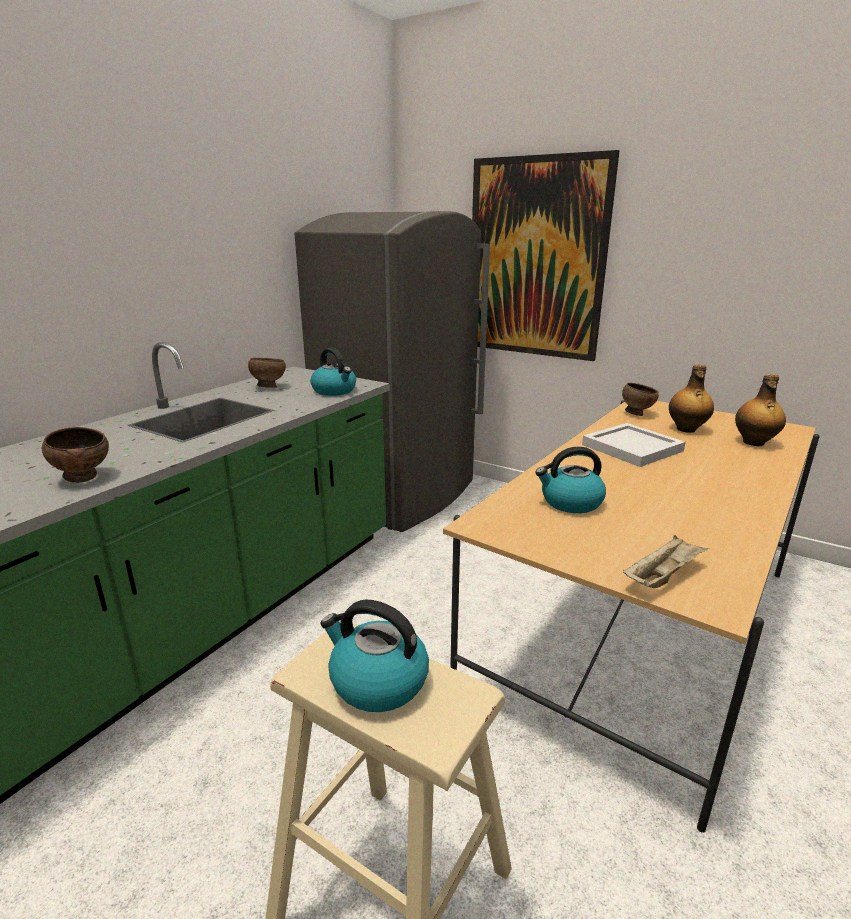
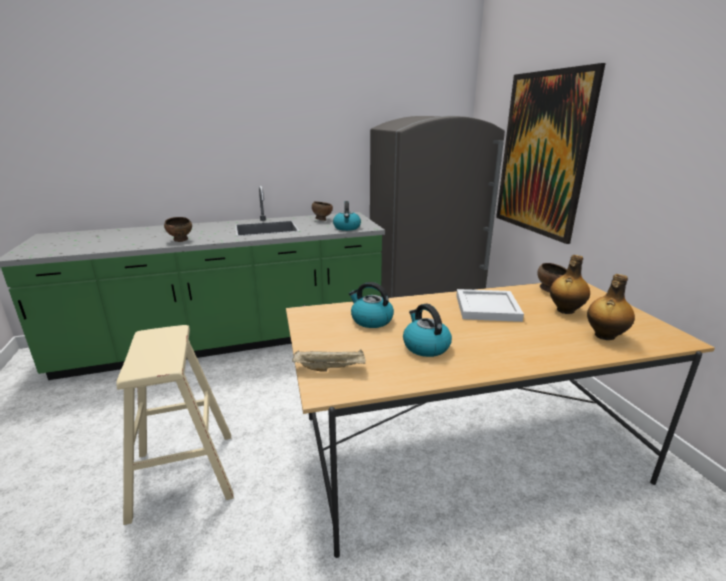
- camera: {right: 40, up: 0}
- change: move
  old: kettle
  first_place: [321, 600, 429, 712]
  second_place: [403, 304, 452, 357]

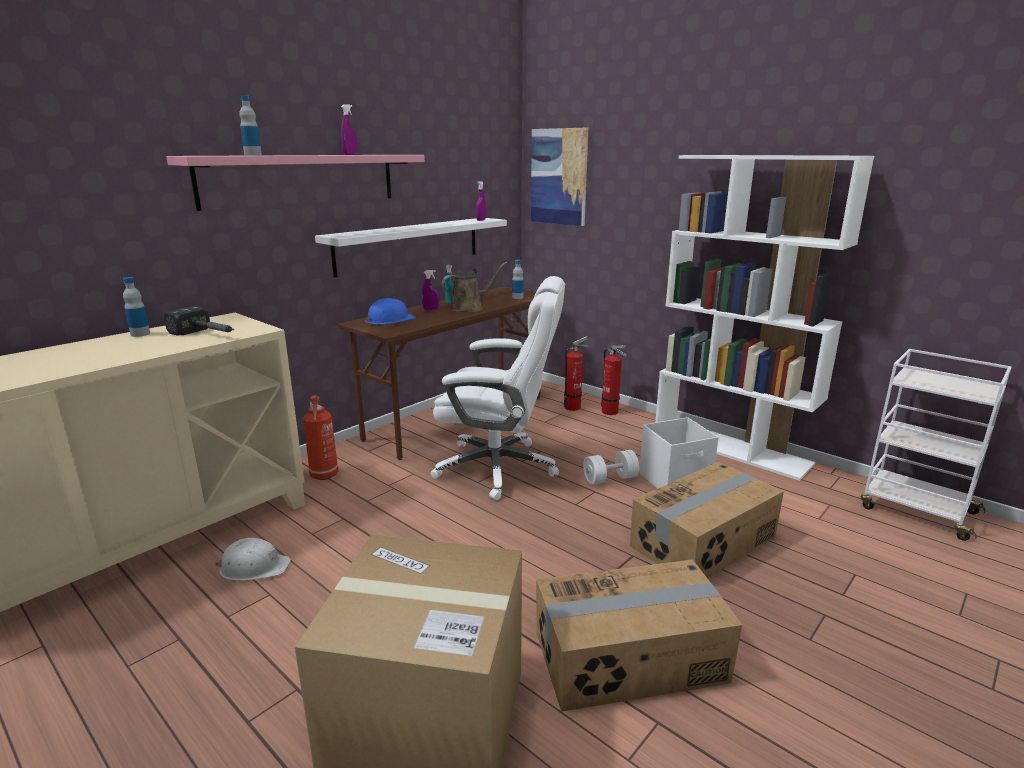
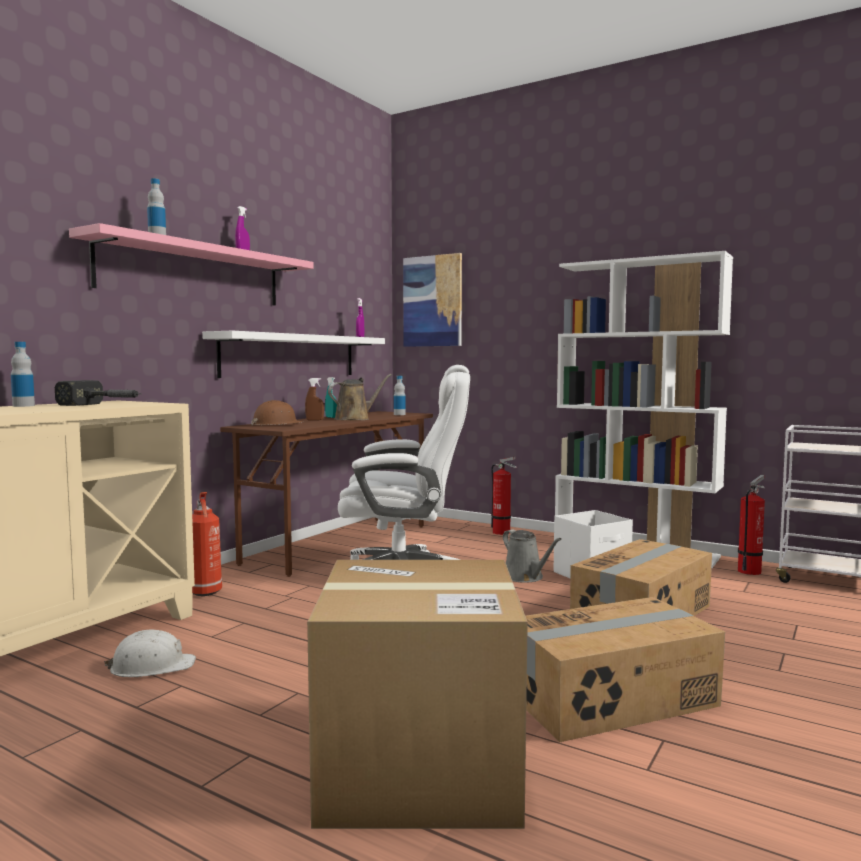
- camera: {right: -10, up: -15}
- change: recolor
  old: purple spray bottle
  new: brown spray bottle
  first_place: [422, 270, 439, 310]
  second_place: [305, 378, 324, 420]
- change: recolor
  old: blue hard hat
  new: brown hard hat
  first_place: [365, 298, 416, 324]
  second_place: [251, 400, 303, 425]
- change: move
  old: fire extinguisher
  first_place: [564, 336, 589, 411]
  second_place: [738, 475, 765, 575]
- change: replace
  old: white dumbbell
  new: grey watering can
  first_place: [583, 450, 639, 485]
  second_place: [503, 529, 562, 583]

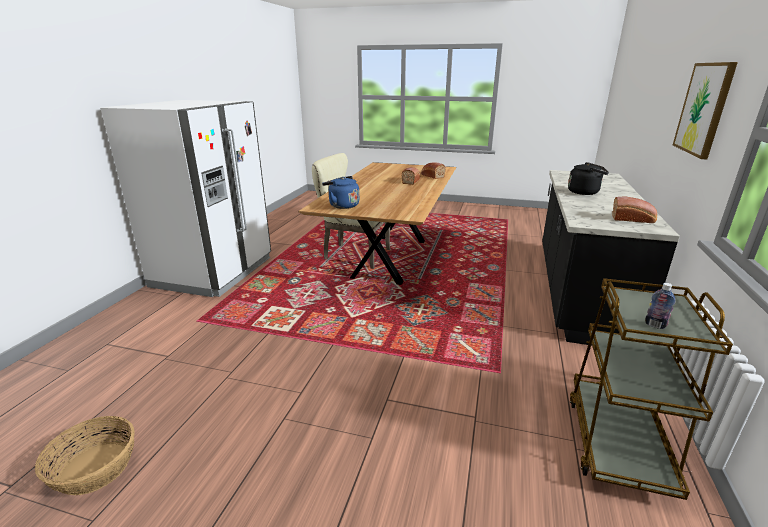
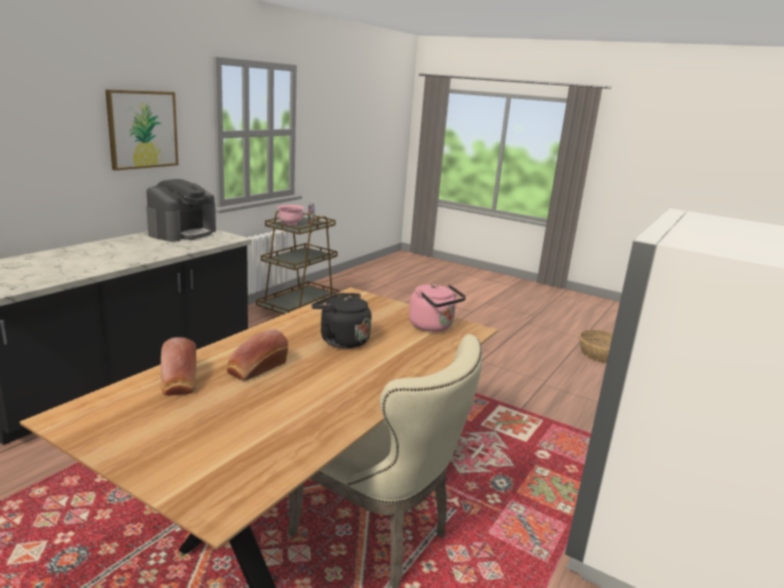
- camera: {right: -165, up: -5}
- change: move
  old: black kettle
  first_place: [568, 162, 609, 195]
  second_place: [312, 293, 372, 348]
- change: recolor
  old: blue kettle
  new: pink kettle
  first_place: [322, 176, 359, 209]
  second_place: [409, 284, 466, 332]
- change: replace
  old: bread
  new: coffee machine
  first_place: [612, 196, 657, 223]
  second_place: [146, 179, 216, 242]
- change: insert
  new: pink bowl
  second_place: [277, 204, 304, 225]

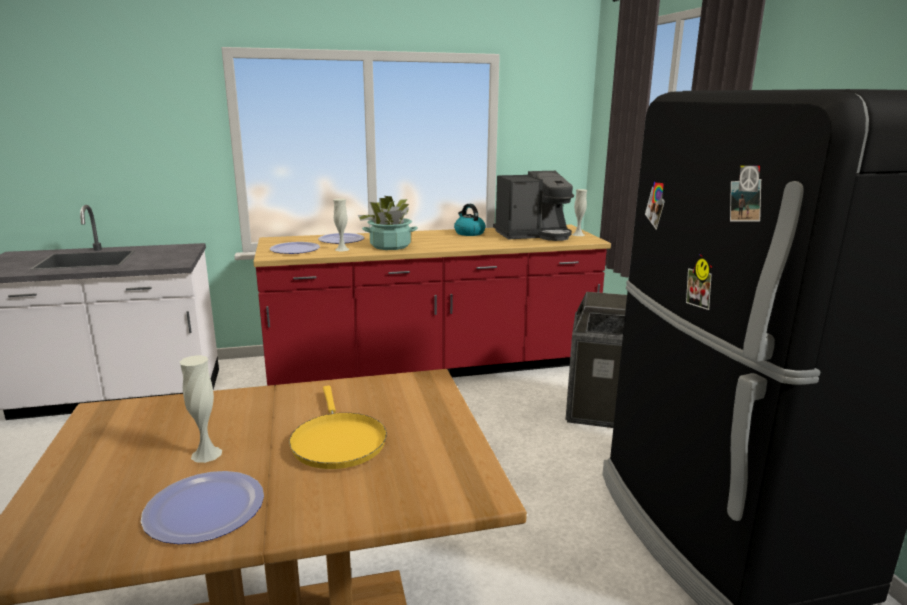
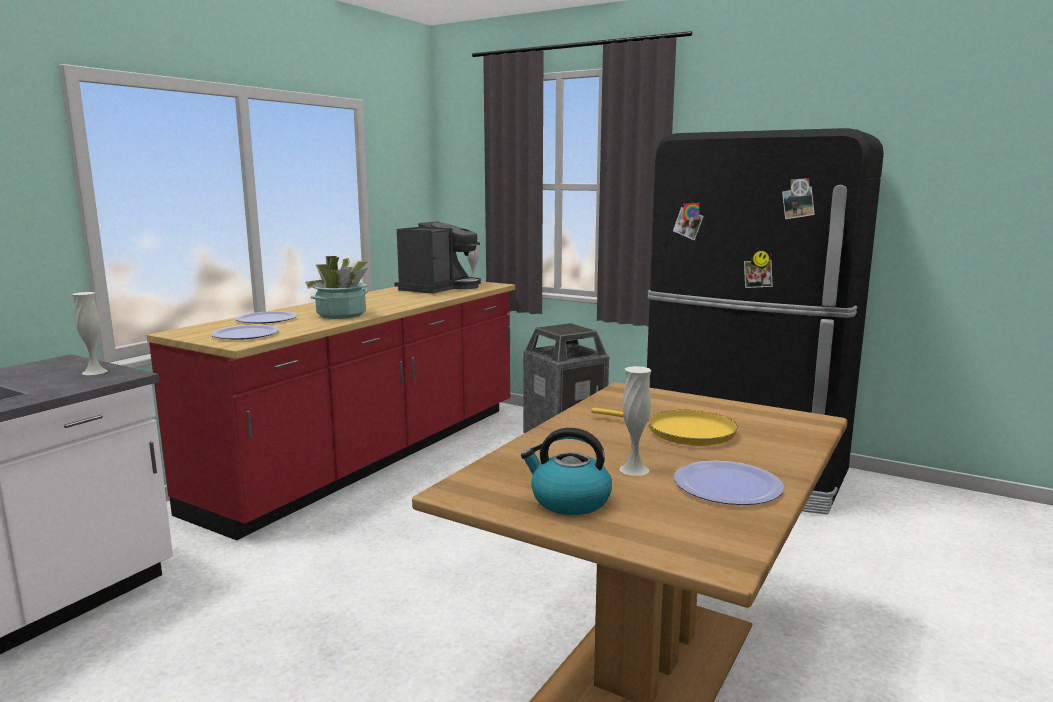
- camera: {right: -45, up: -5}
- change: move
  old: white vase
  first_place: [333, 198, 349, 251]
  second_place: [72, 292, 108, 375]
- change: move
  old: kettle
  first_place: [454, 204, 486, 236]
  second_place: [521, 428, 612, 515]

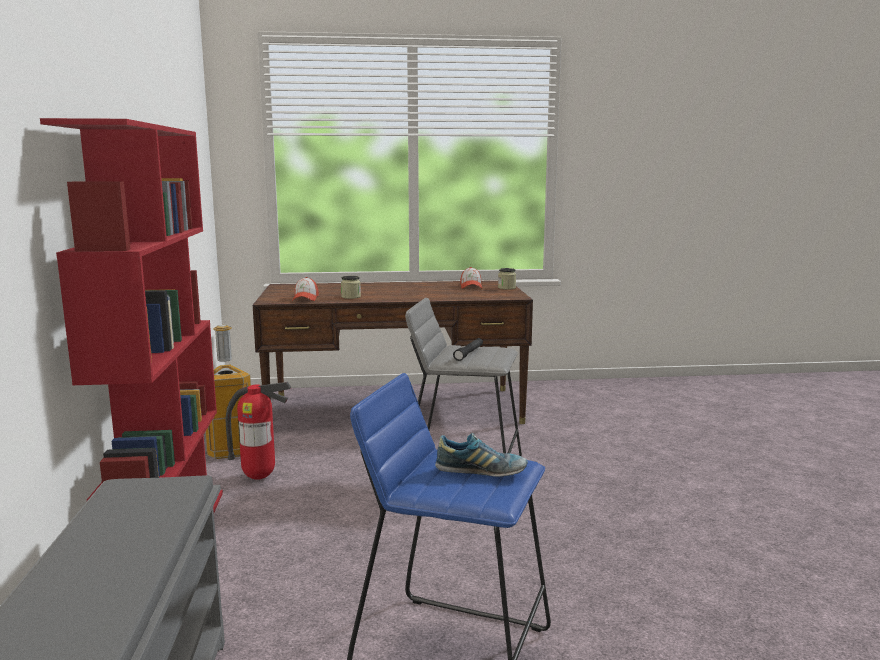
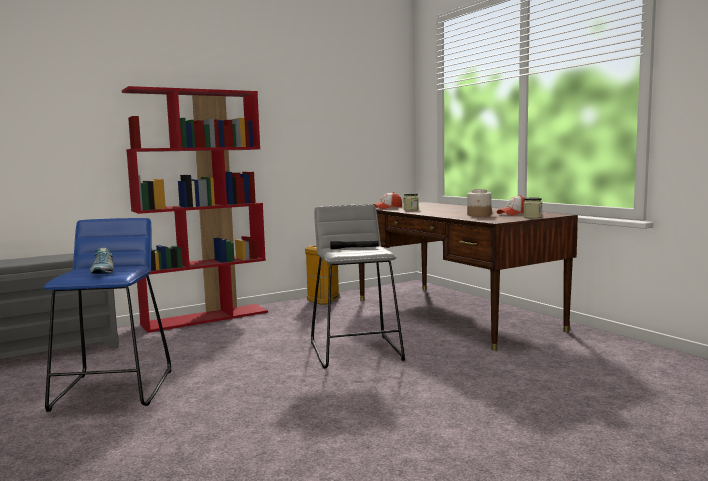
- camera: {right: 65, up: -5}
- change: delete
  old: fire extinguisher
  first_place: [226, 382, 291, 480]
- change: insert
  new: jar
  second_place: [467, 189, 491, 216]

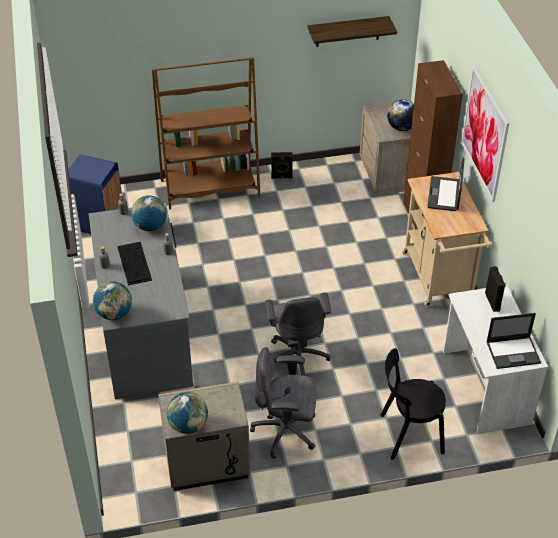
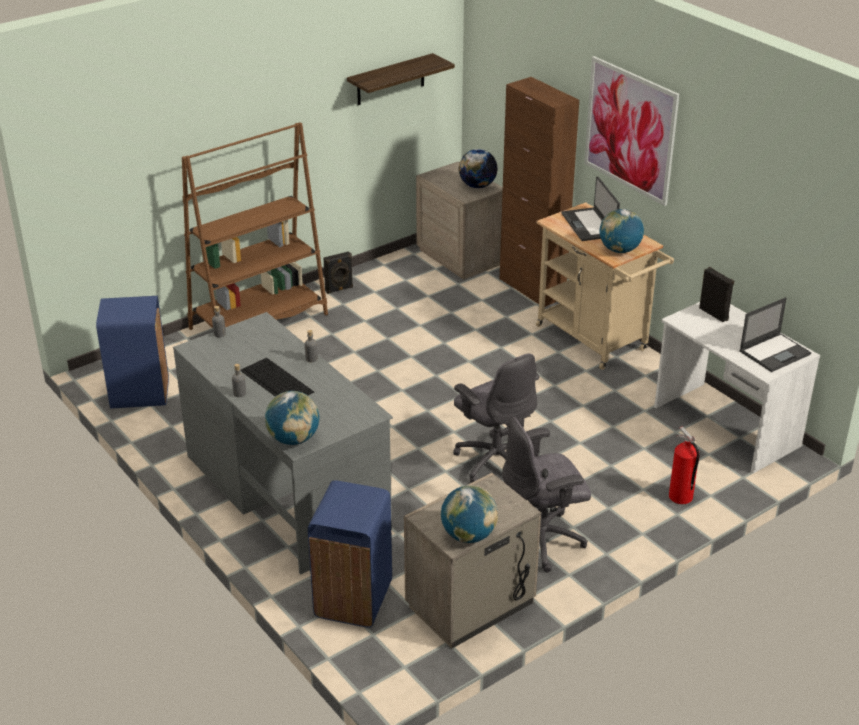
- camera: {right: -25, up: -10}
- change: move
  old: globe
  first_place: [131, 196, 167, 231]
  second_place: [600, 209, 644, 253]
- change: replace
  old: black chair
  new: fire extinguisher
  first_place: [381, 348, 446, 460]
  second_place: [669, 426, 700, 504]
- change: insert
  new: blue trash can
  second_place: [308, 481, 392, 628]

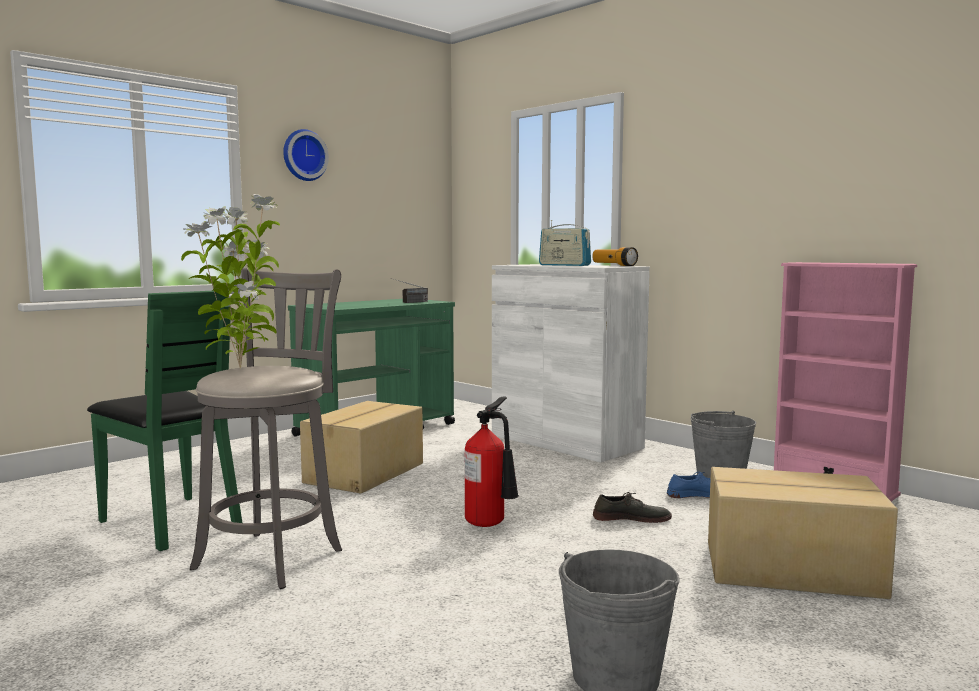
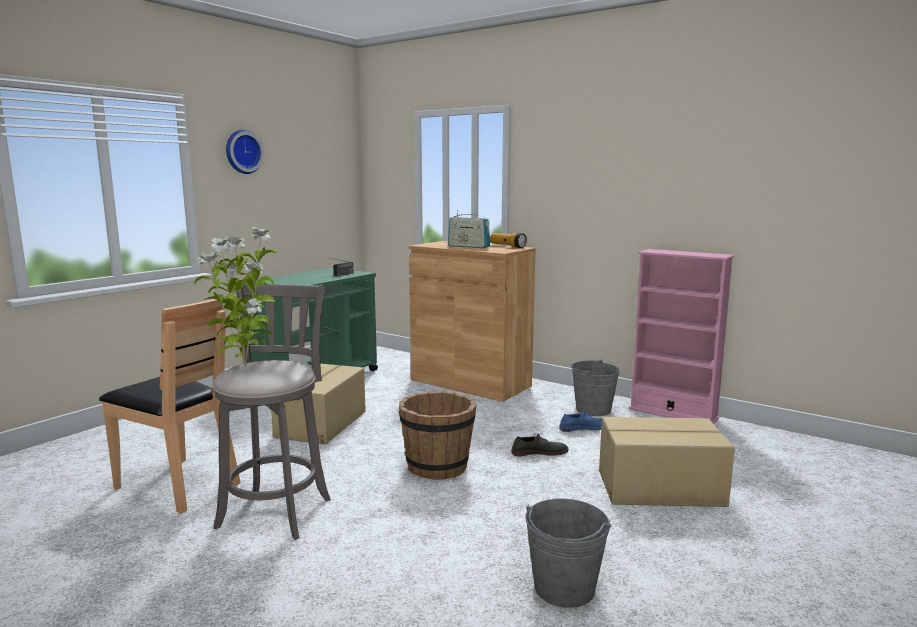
- camera: {right: -10, up: 5}
- change: recolor
  old: white cabinet
  new: brown cabinet
  first_place: [492, 264, 650, 462]
  second_place: [409, 241, 536, 402]
- change: recolor
  old: green chair
  new: brown chair
  first_place: [87, 291, 242, 551]
  second_place: [99, 299, 241, 513]
- change: replace
  old: fire extinguisher
  new: brown bucket
  first_place: [465, 396, 519, 527]
  second_place: [399, 391, 477, 479]

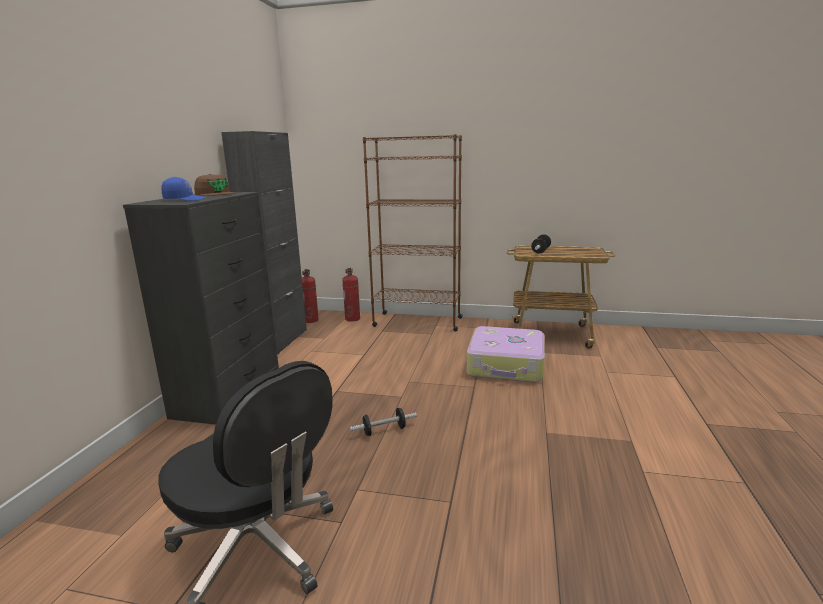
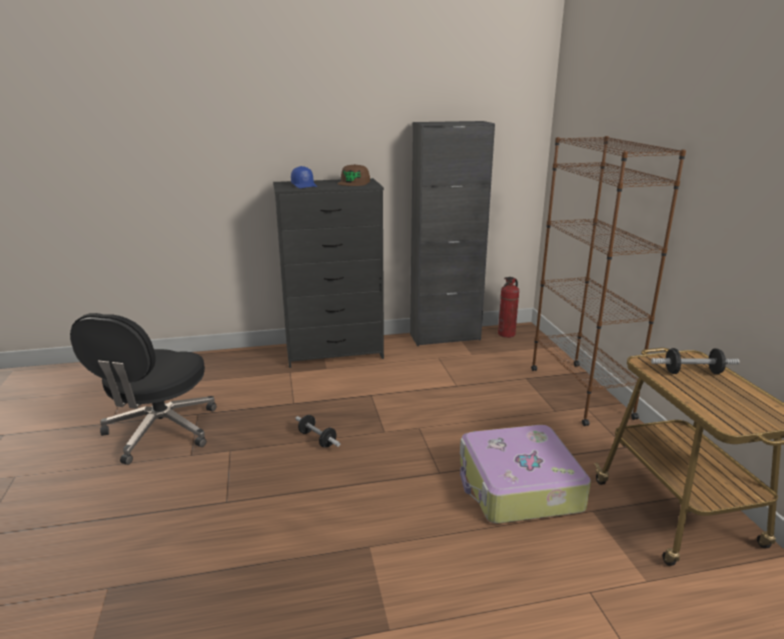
- camera: {right: 65, up: 5}
- change: delete
  old: fire extinguisher
  first_place: [342, 268, 360, 322]

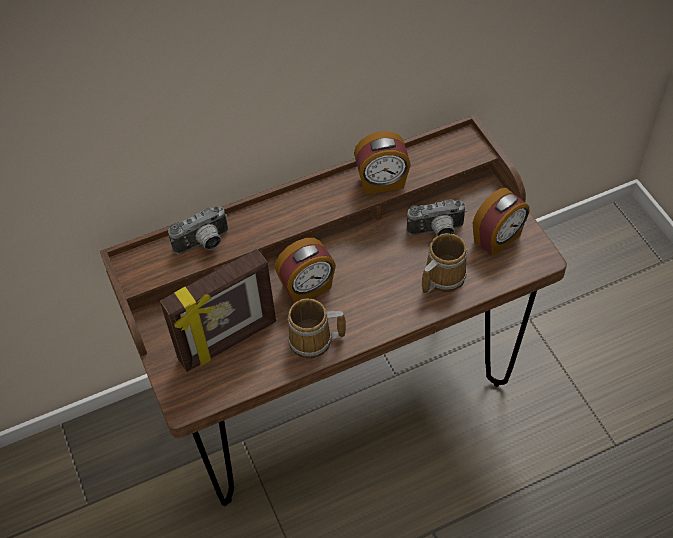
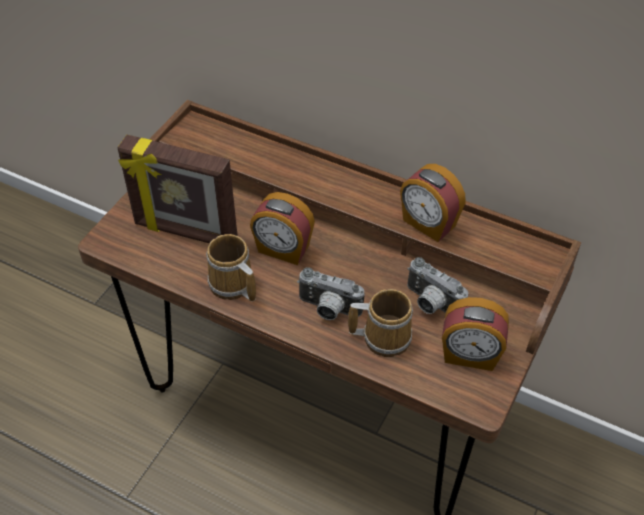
- camera: {right: 50, up: -5}
- change: move
  old: photo camera
  first_place: [168, 206, 228, 254]
  second_place: [297, 267, 365, 320]

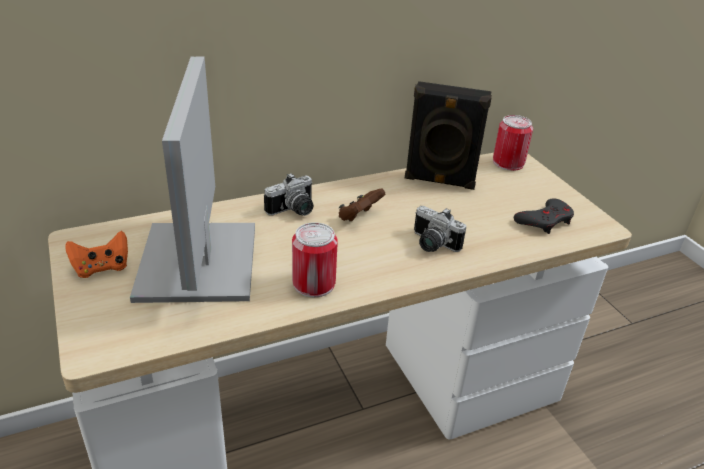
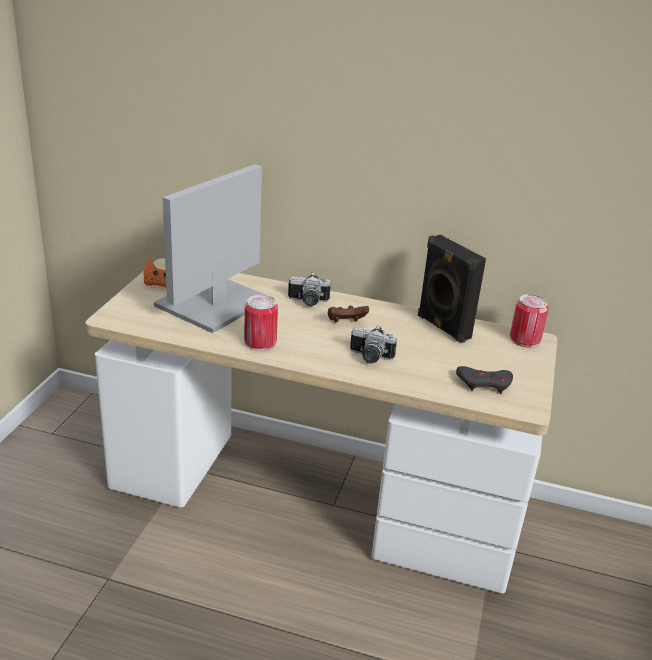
- camera: {right: 40, up: -5}
- change: rotate
  old: photo camera
  first_place: [414, 206, 466, 252]
  second_place: [350, 325, 397, 364]
  degrees: -60

